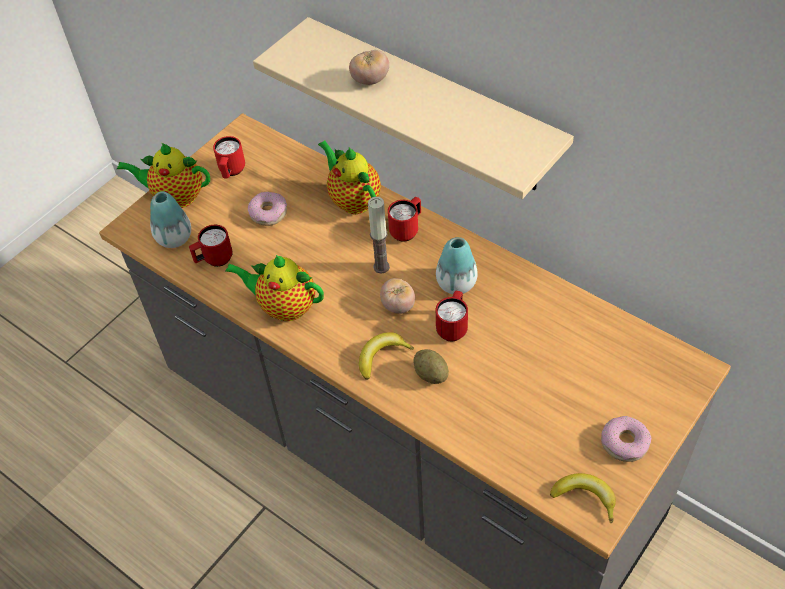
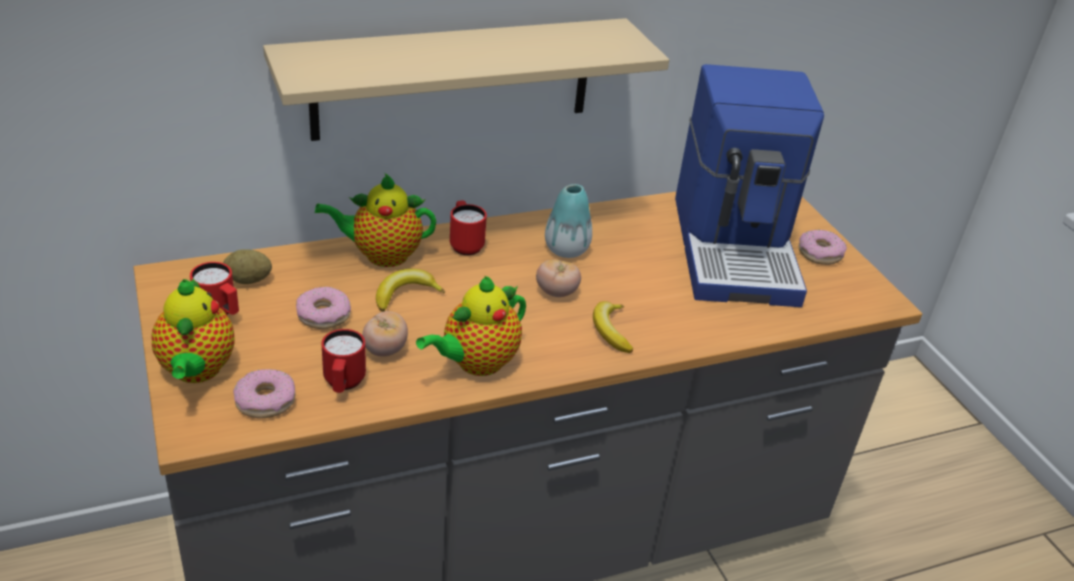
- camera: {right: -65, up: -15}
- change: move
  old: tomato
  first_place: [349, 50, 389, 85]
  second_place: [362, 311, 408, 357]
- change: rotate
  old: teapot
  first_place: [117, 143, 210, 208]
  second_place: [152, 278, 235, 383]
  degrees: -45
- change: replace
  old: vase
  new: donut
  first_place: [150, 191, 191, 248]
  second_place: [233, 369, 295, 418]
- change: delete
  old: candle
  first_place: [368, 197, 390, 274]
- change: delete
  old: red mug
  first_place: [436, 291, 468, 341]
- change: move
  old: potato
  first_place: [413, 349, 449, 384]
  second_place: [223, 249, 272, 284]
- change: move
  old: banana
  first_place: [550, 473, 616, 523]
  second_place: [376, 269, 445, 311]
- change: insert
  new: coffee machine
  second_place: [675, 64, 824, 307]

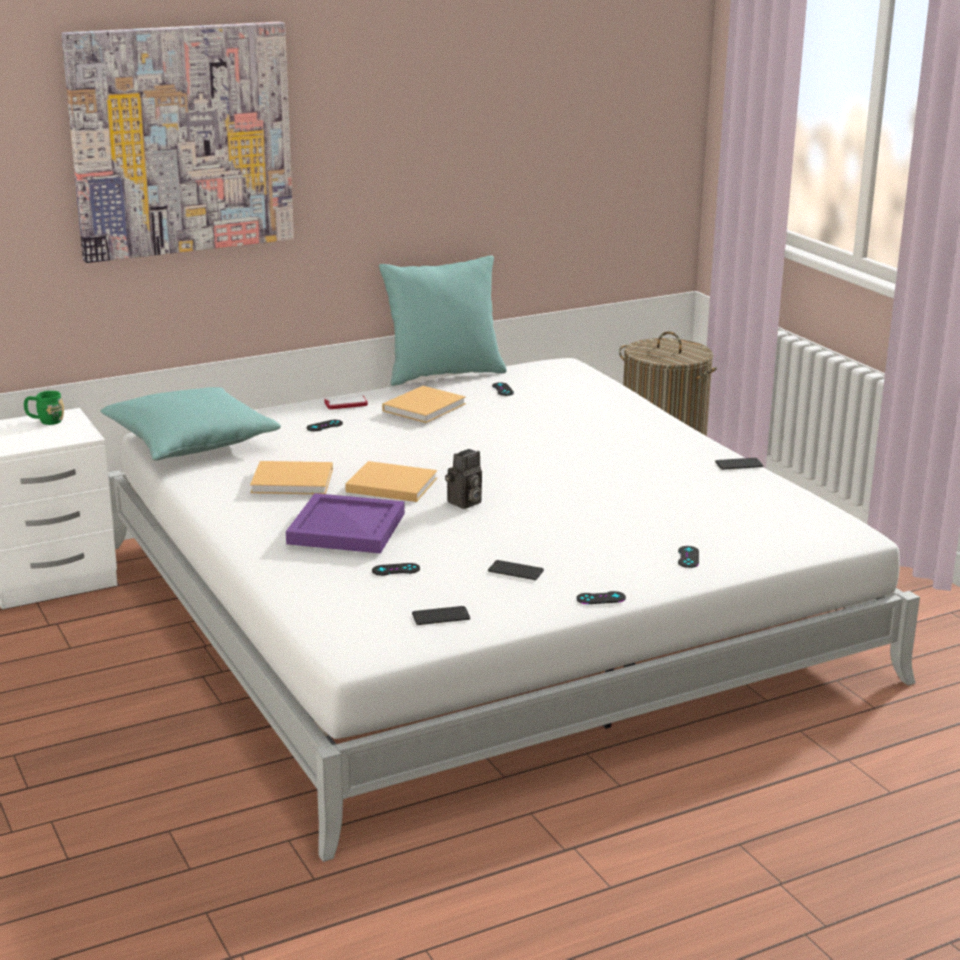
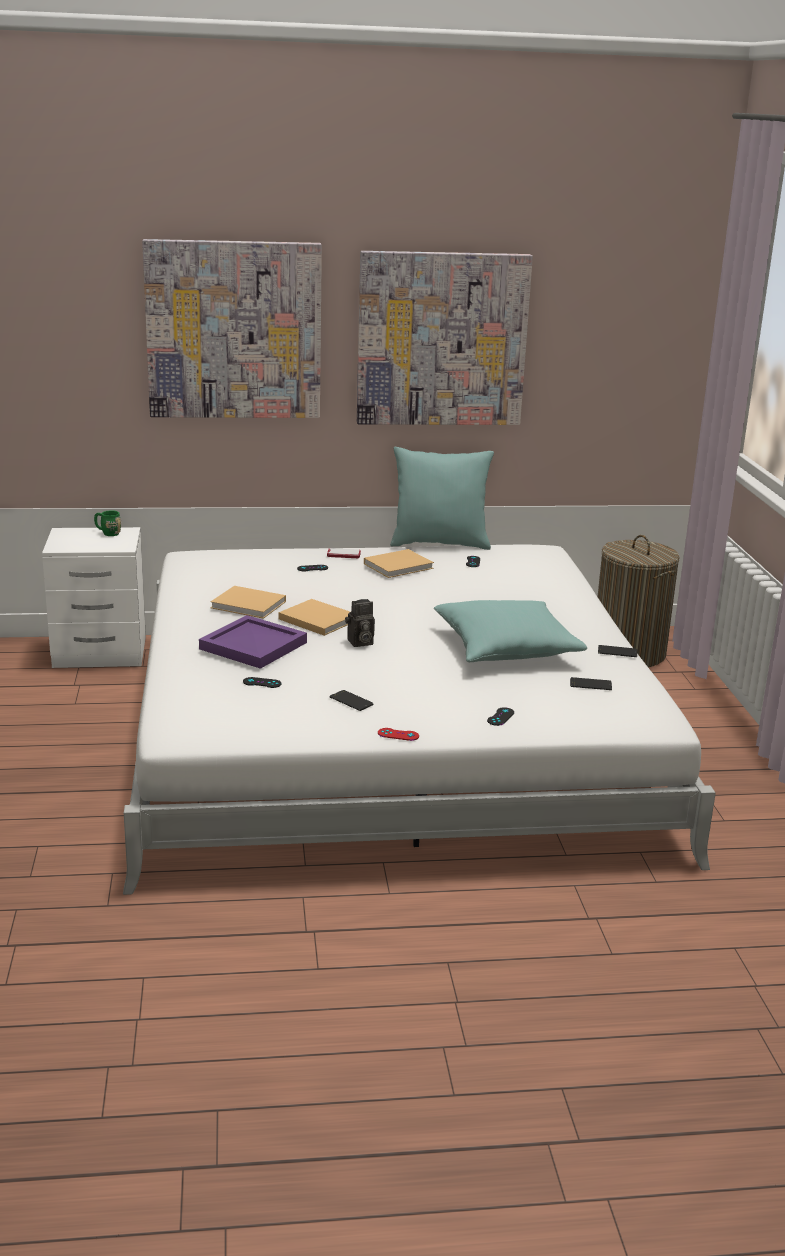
- camera: {right: 20, up: 0}
- change: move
  old: turquoise pillow
  first_place: [100, 387, 281, 461]
  second_place: [434, 600, 587, 662]
- change: recolor
  old: black game controller
  new: red game controller
  first_place: [576, 591, 626, 604]
  second_place: [378, 728, 419, 741]
- change: move
  old: phone
  first_place: [412, 606, 470, 625]
  second_place: [570, 677, 612, 690]
- change: insert
  new: picture
  second_place: [357, 251, 533, 425]

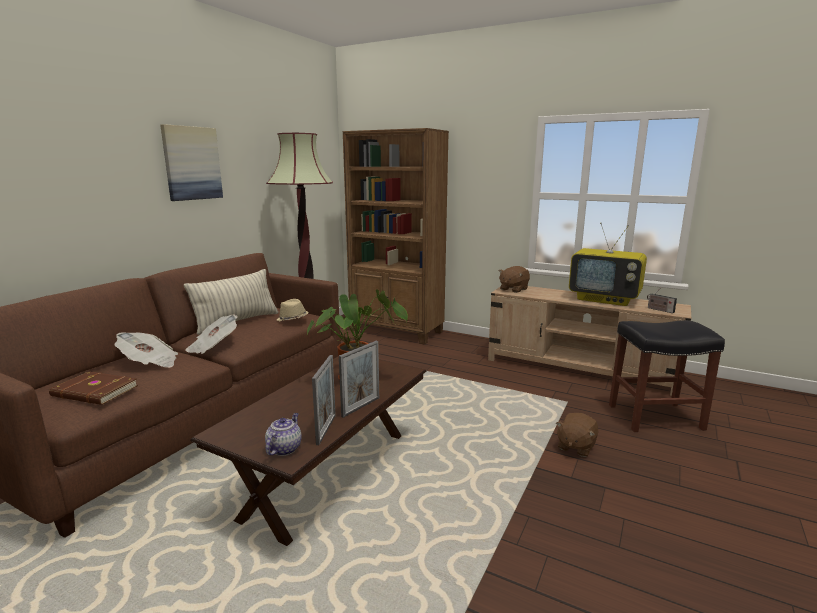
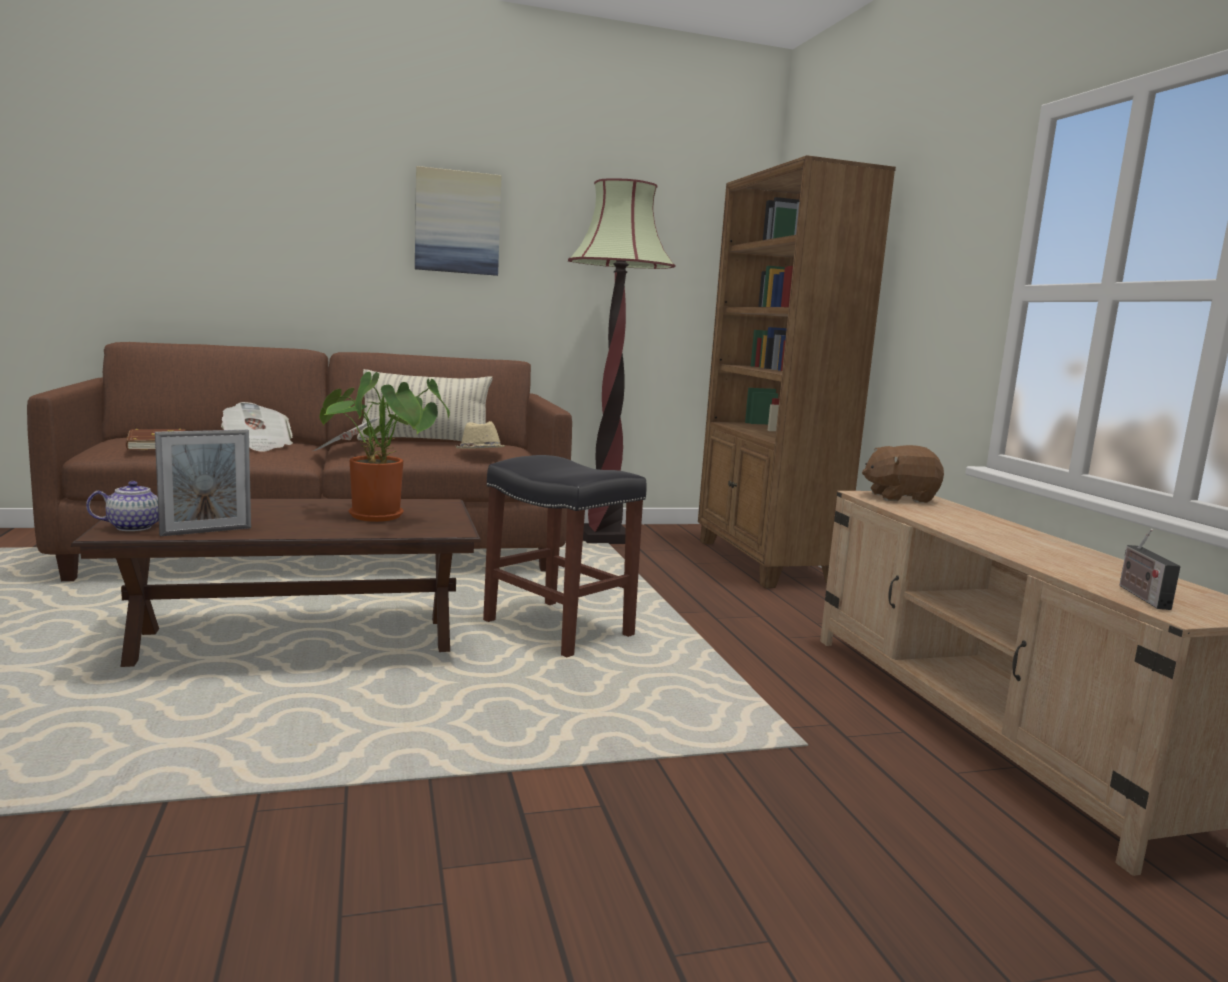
- camera: {right: 45, up: -5}
- change: delete
  old: television
  first_place: [569, 223, 647, 306]
- change: move
  old: black stool
  first_place: [609, 320, 725, 432]
  second_place: [483, 455, 647, 657]
- change: delete
  old: picture frame
  first_place: [339, 341, 379, 418]
- change: delete
  old: brown plush toy
  first_place: [556, 413, 598, 457]

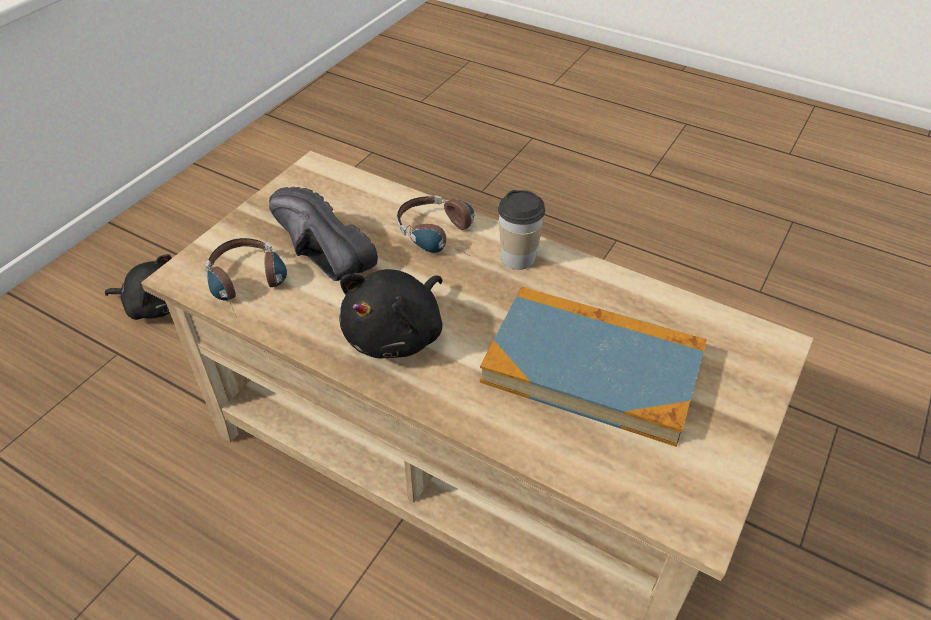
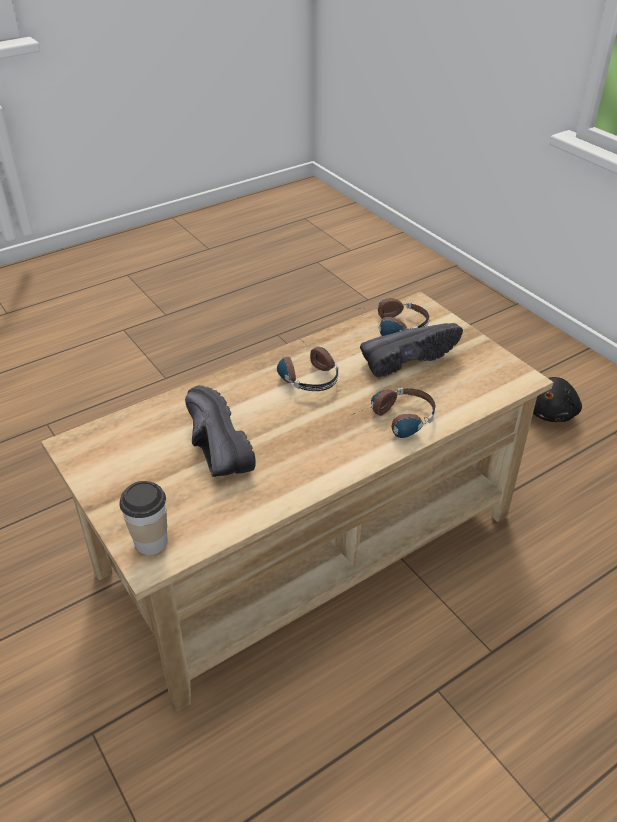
- camera: {right: 115, up: -5}
- change: move
  old: cup
  first_place: [498, 190, 545, 270]
  second_place: [119, 481, 168, 555]
- change: replace
  old: black plush toy
  new: headphones
  first_place: [339, 269, 443, 358]
  second_place: [277, 343, 339, 391]
- change: replace
  old: book
  new: black shoe
  first_place: [480, 287, 707, 447]
  second_place: [185, 385, 256, 477]

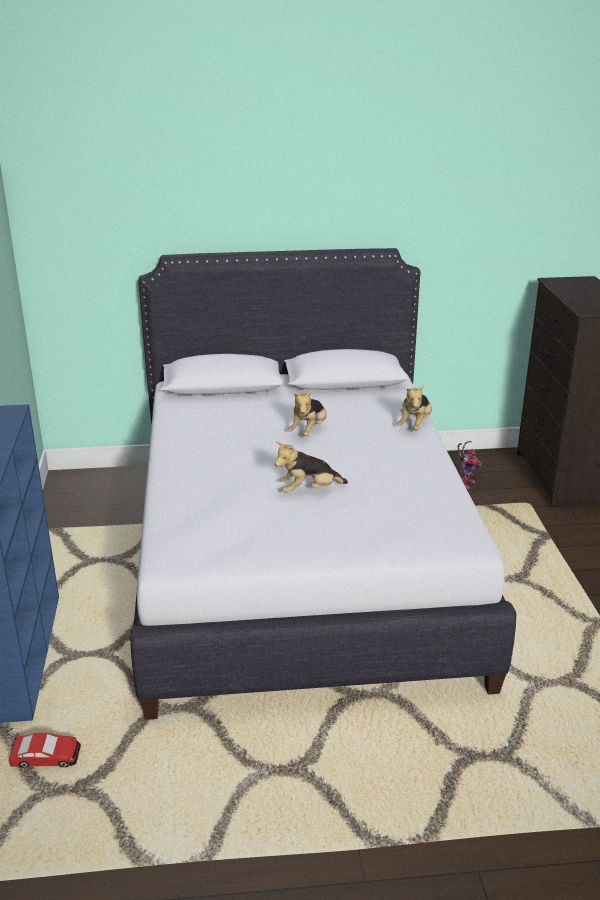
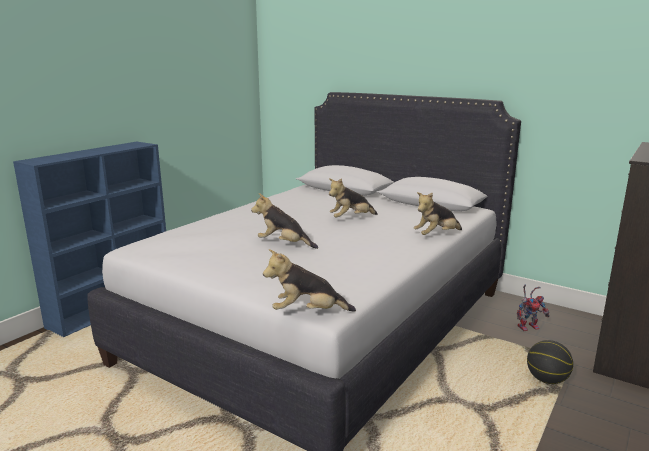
- camera: {right: 40, up: -10}
- change: delete
  old: toy car
  first_place: [9, 733, 81, 768]
- change: insert
  new: plush toy
  second_place: [263, 249, 356, 312]
- change: insert
  new: basketball
  second_place: [527, 340, 573, 384]

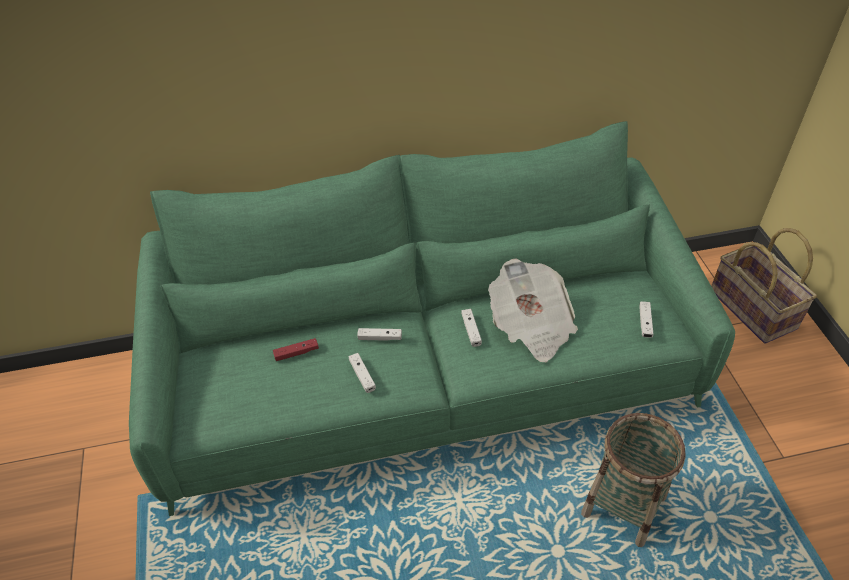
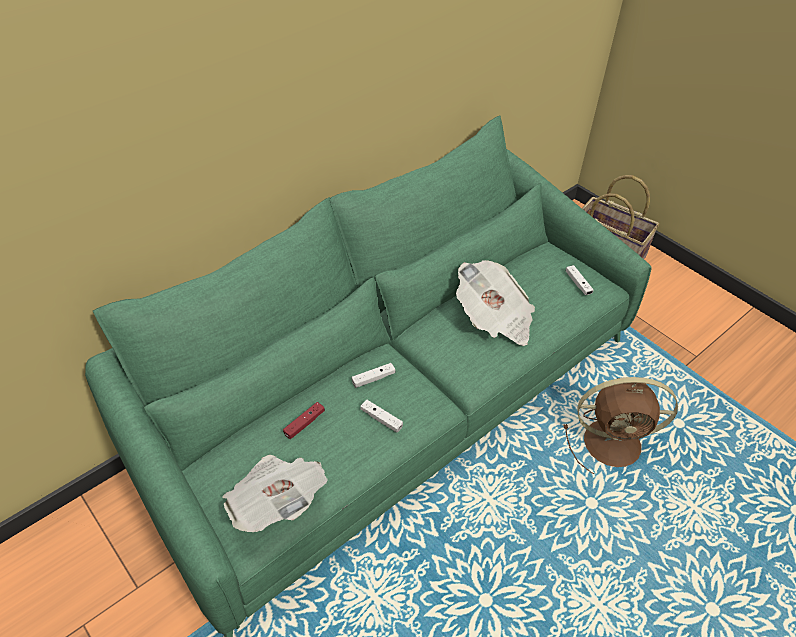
- camera: {right: -30, up: 0}
- change: delete
  old: white game controller
  first_place: [461, 309, 482, 347]
- change: replace
  old: basket
  new: brown fan
  first_place: [581, 413, 686, 547]
  second_place: [564, 377, 678, 474]
- change: insert
  new: newspaper
  second_place: [222, 455, 328, 532]

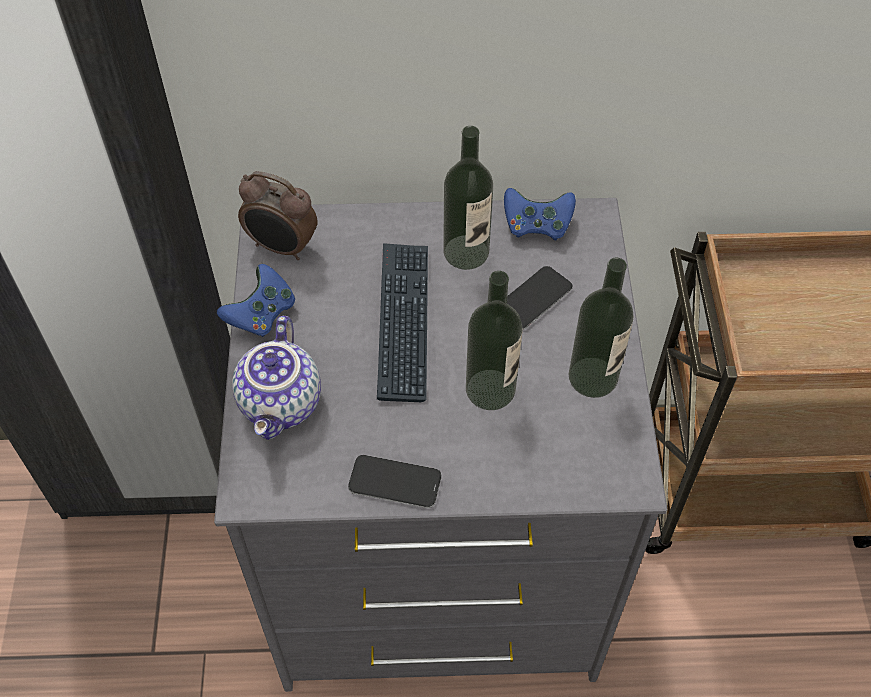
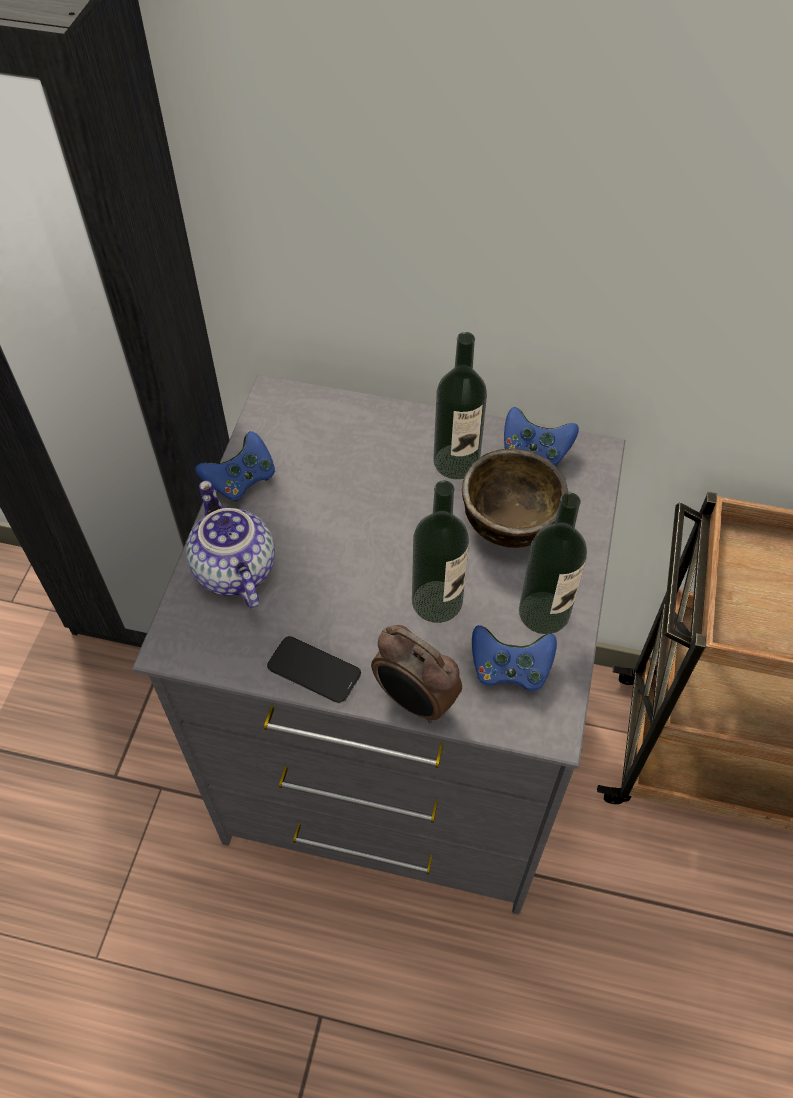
- camera: {right: 15, up: 0}
- change: move
  old: alarm clock
  first_place: [238, 171, 318, 260]
  second_place: [371, 625, 462, 723]
- change: delete
  old: keyboard
  first_place: [377, 243, 428, 402]
- change: replace
  old: phone
  new: brown bowl
  first_place: [507, 266, 573, 330]
  second_place: [462, 449, 568, 548]
- change: rotate
  old: teapot
  first_place: [232, 316, 321, 440]
  second_place: [186, 481, 275, 609]
  degrees: 135
- change: insert
  new: blue game controller
  second_place: [472, 625, 557, 691]

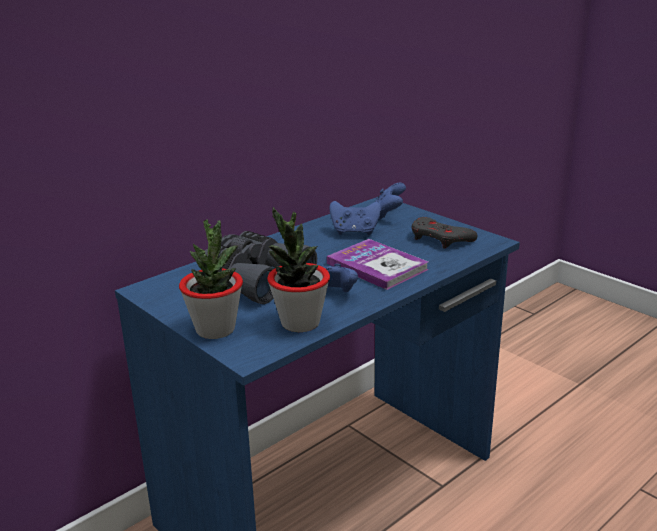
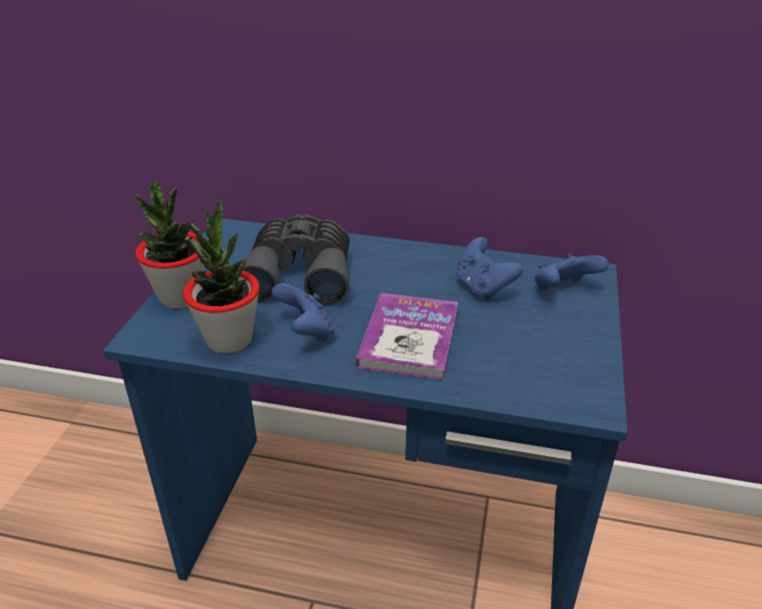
- camera: {right: 55, up: 10}
- change: delete
  old: grey game controller
  first_place: [412, 217, 477, 248]

